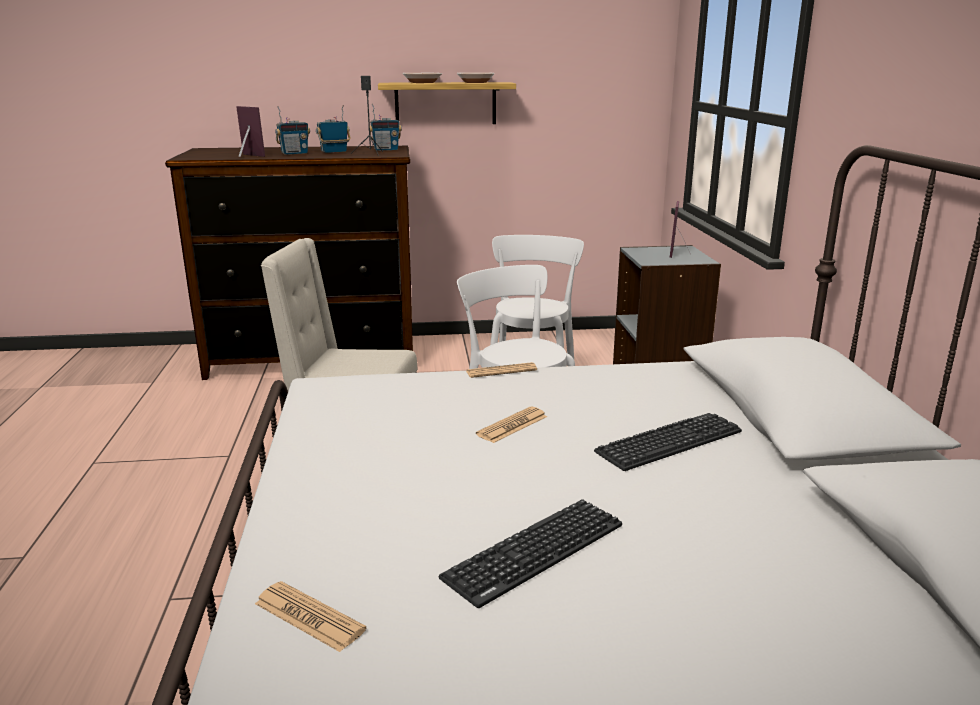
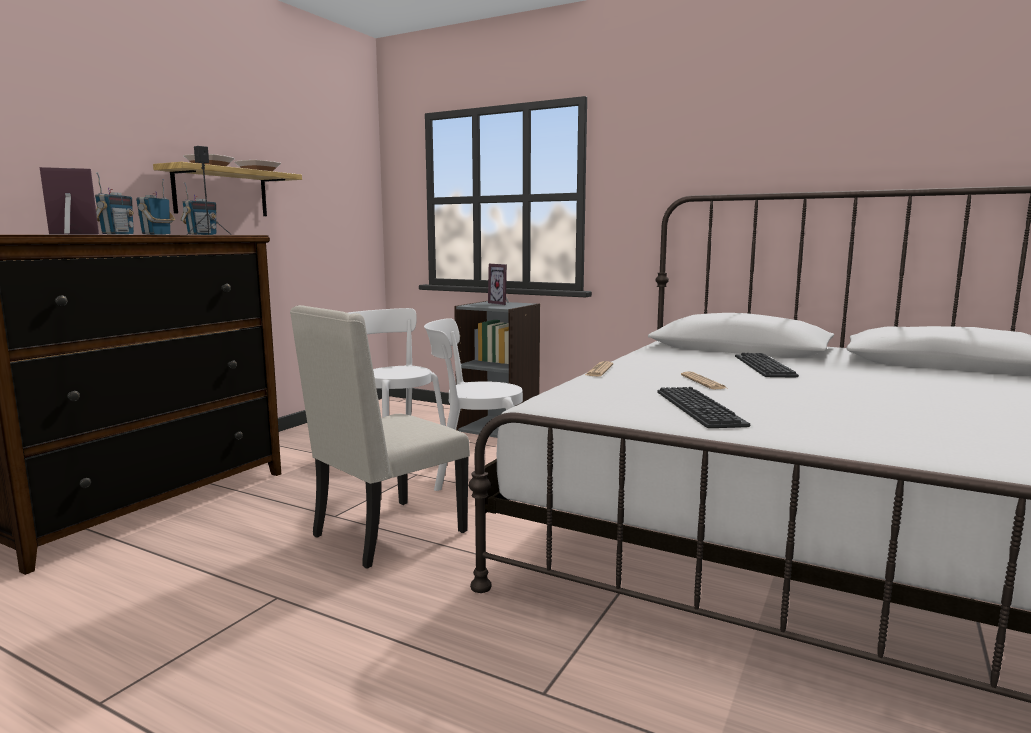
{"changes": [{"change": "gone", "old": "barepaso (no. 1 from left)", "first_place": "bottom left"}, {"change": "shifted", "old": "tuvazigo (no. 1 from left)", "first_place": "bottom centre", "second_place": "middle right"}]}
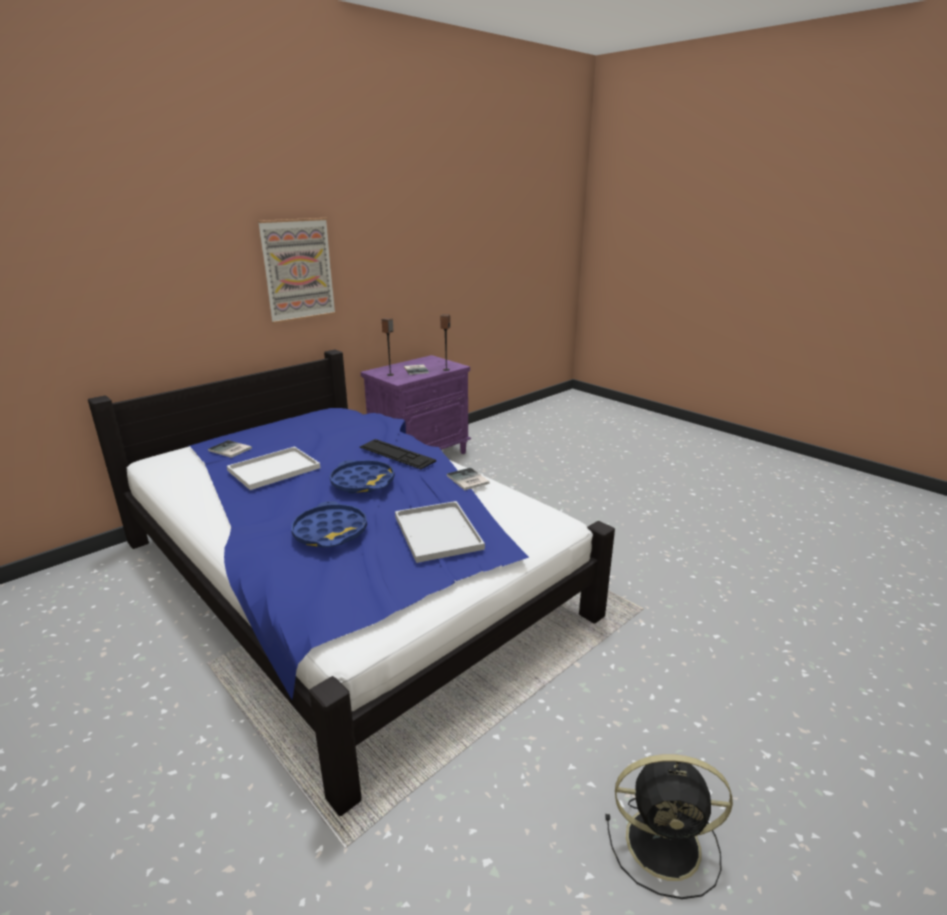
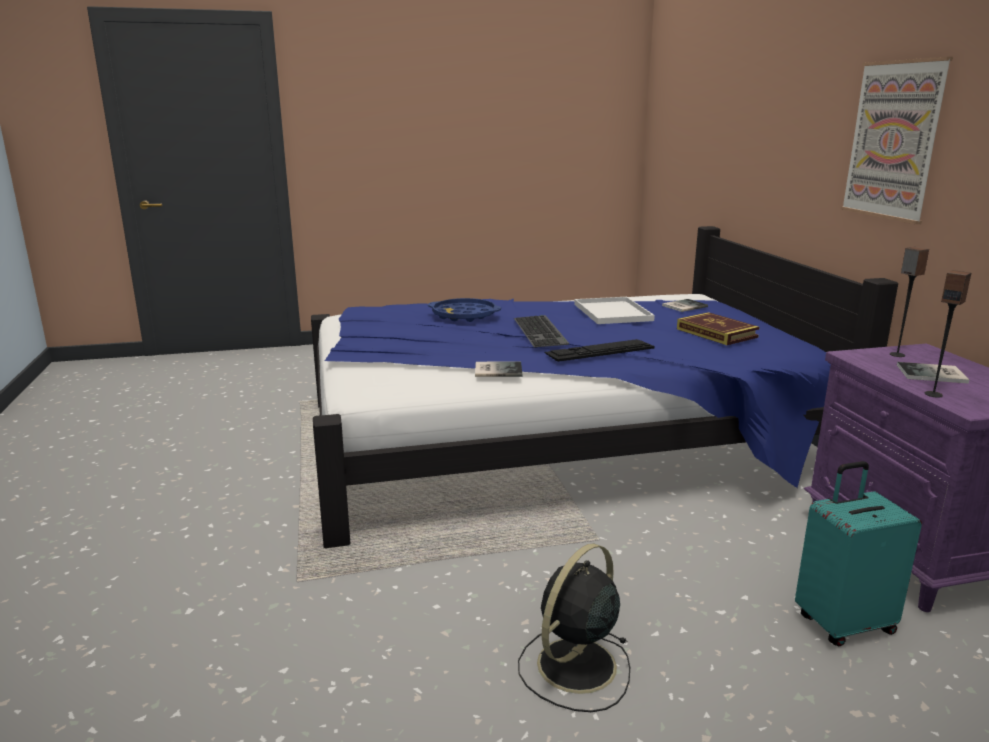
{"changes": [{"change": "swapped", "old": "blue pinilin (no. 2 from left)", "new": "tuvazigo (no. 1 from left)", "first_place": "centre", "second_place": "centre"}, {"change": "gone", "old": "white pinilin (no. 2 from left)", "first_place": "centre"}, {"change": "shifted", "old": "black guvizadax", "first_place": "bottom right", "second_place": "bottom centre"}, {"change": "new", "new": "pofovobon (no. 3 from left)", "second_place": "middle right"}, {"change": "new", "new": "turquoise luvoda", "second_place": "bottom right"}]}
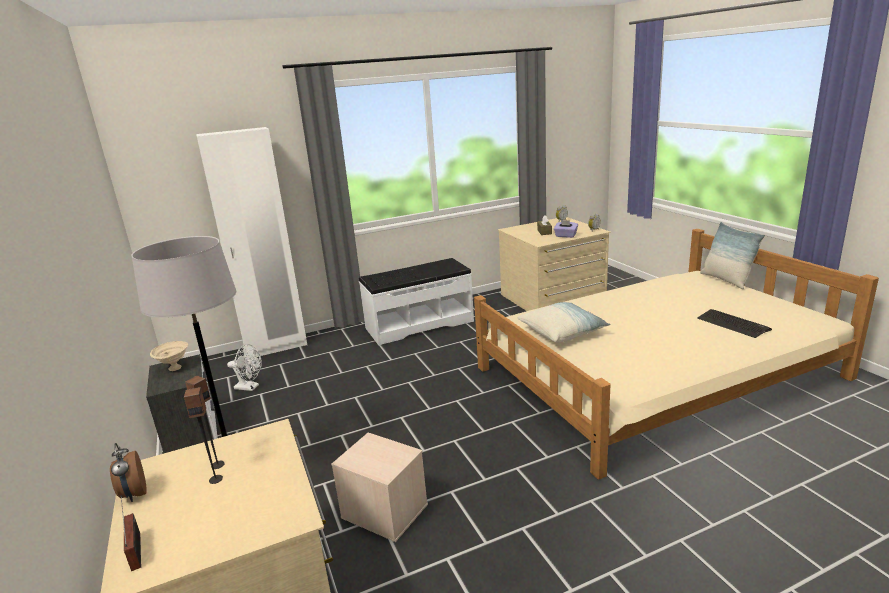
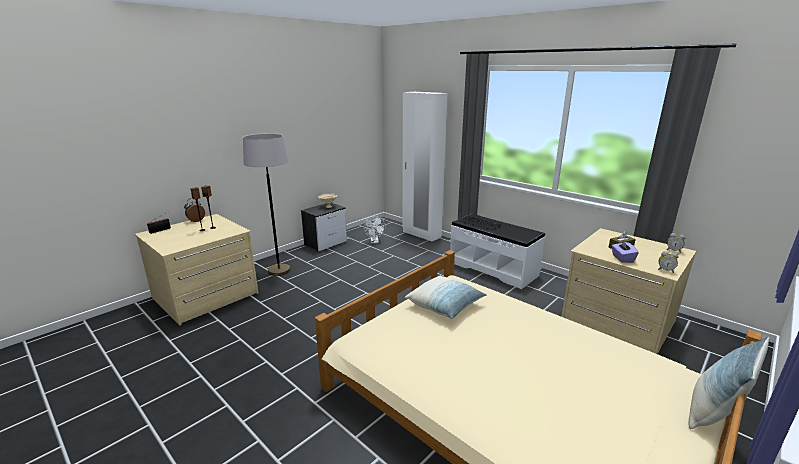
{"changes": [{"change": "gone", "old": "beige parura", "first_place": "bottom centre"}, {"change": "gone", "old": "tuvazigo (no. 2 from left)", "first_place": "middle right"}]}
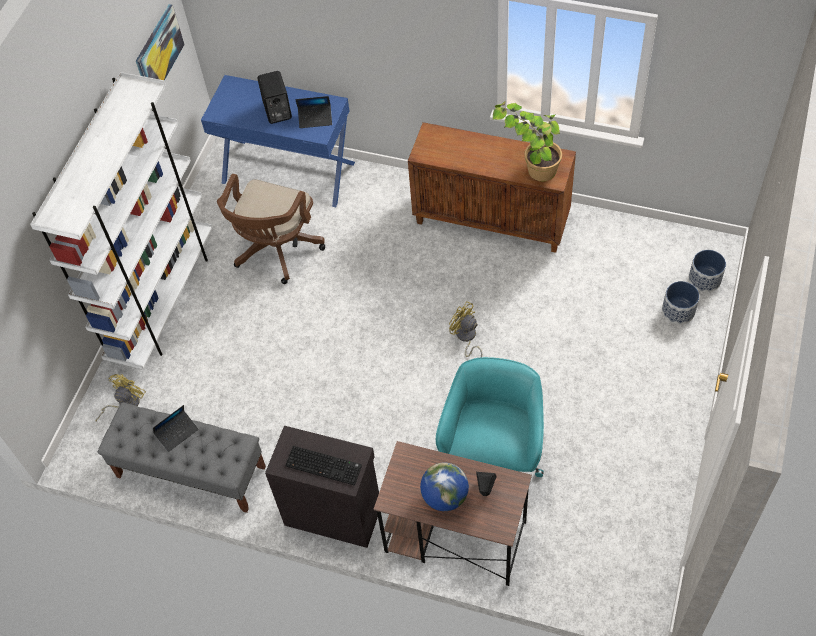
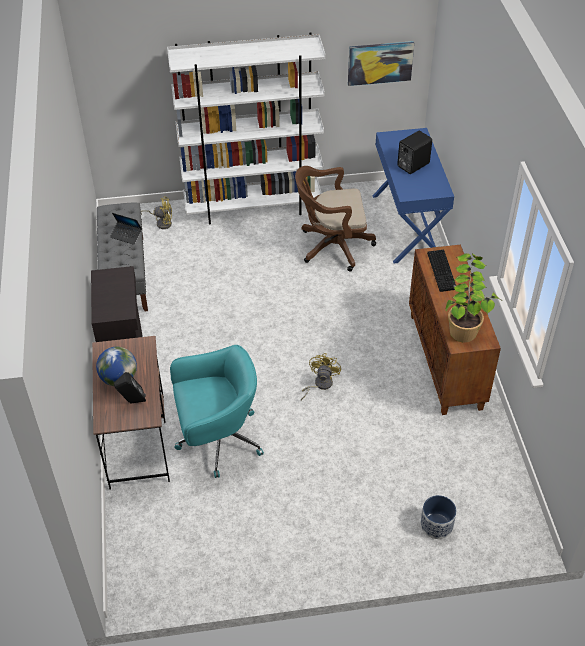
{"changes": [{"change": "shifted", "old": "tuvazigo", "first_place": "bottom centre", "second_place": "middle right"}, {"change": "gone", "old": "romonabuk (no. 2 from left)", "first_place": "top centre"}, {"change": "gone", "old": "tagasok (no. 2 from left)", "first_place": "middle right"}]}
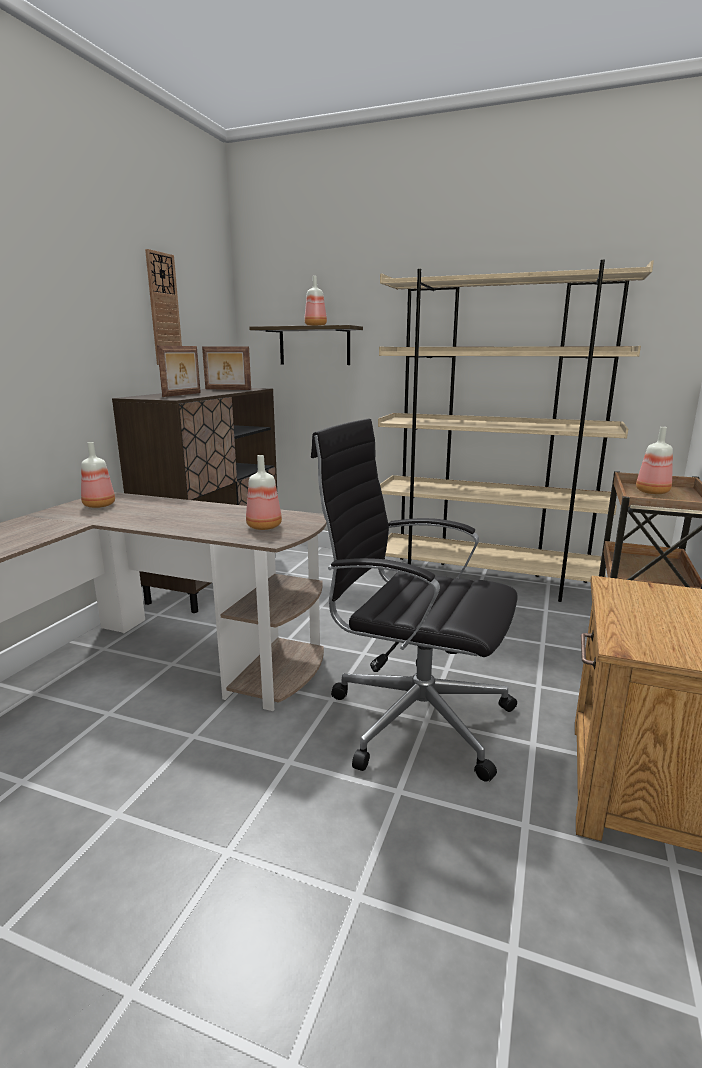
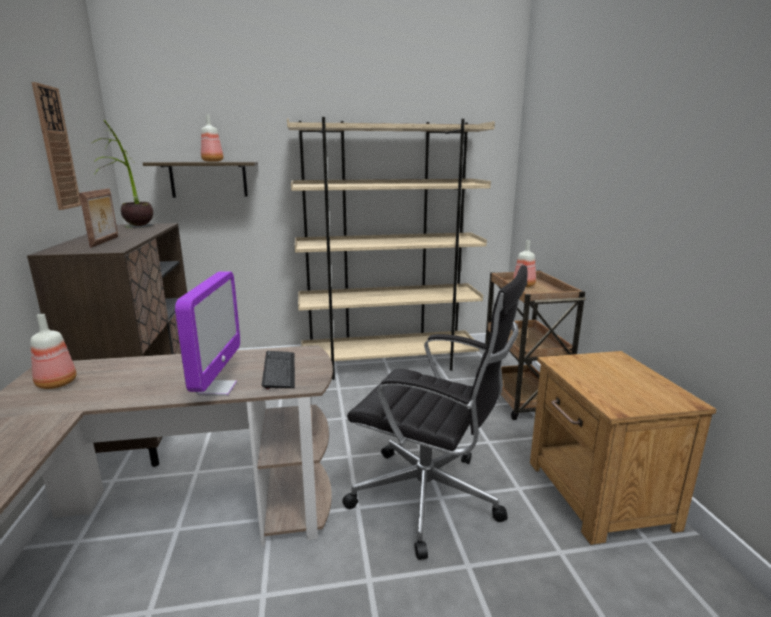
{"changes": [{"change": "swapped", "old": "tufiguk (no. 2 from left)", "new": "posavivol", "first_place": "middle left", "second_place": "top left"}, {"change": "swapped", "old": "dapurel (no. 2 from left)", "new": "tuvazigo", "first_place": "centre", "second_place": "centre"}, {"change": "rotated", "old": "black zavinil", "first_place": "centre", "second_place": "bottom centre", "degrees": -150}, {"change": "new", "new": "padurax", "second_place": "middle left"}]}
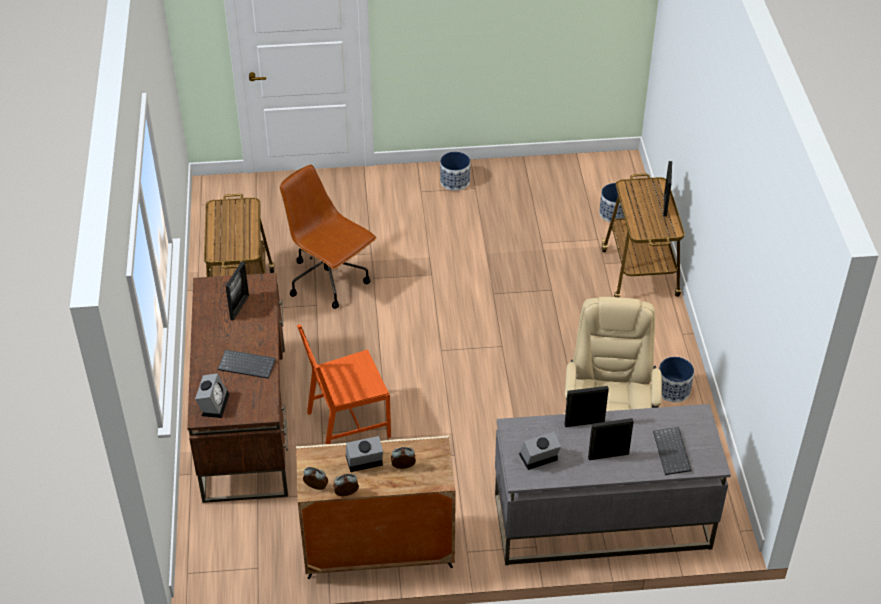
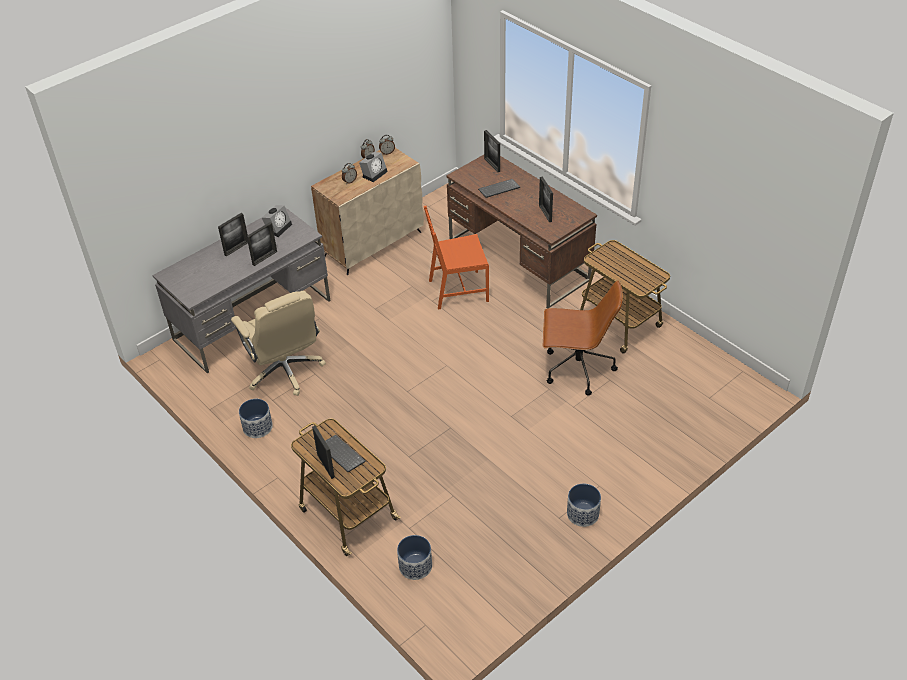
{"changes": [{"change": "swapped", "old": "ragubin (no. 1 from left)", "new": "tufiguk (no. 4 from left)", "first_place": "middle left", "second_place": "top centre"}, {"change": "rotated", "old": "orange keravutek", "first_place": "centre", "second_place": "centre", "degrees": -135}, {"change": "shifted", "old": "tuvazigo (no. 2 from left in the first image)", "new": "tuvazigo (no. 1 from left)", "first_place": "bottom right", "second_place": "centre"}]}
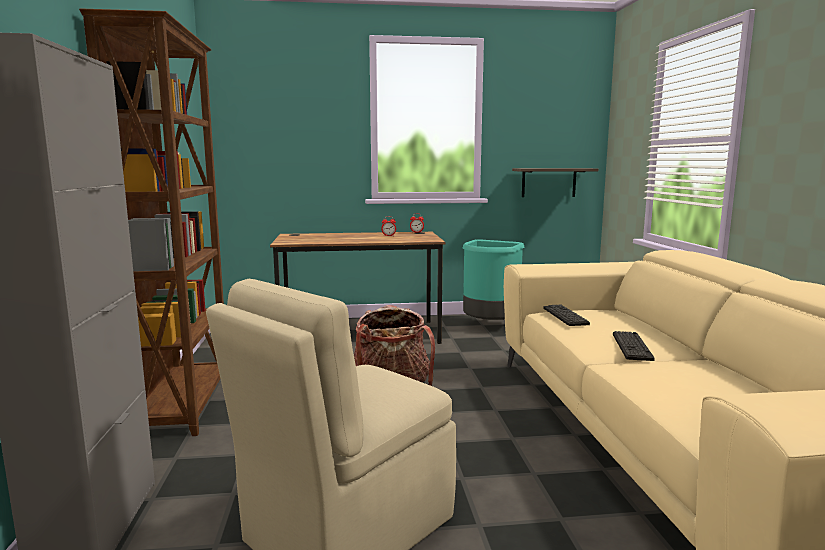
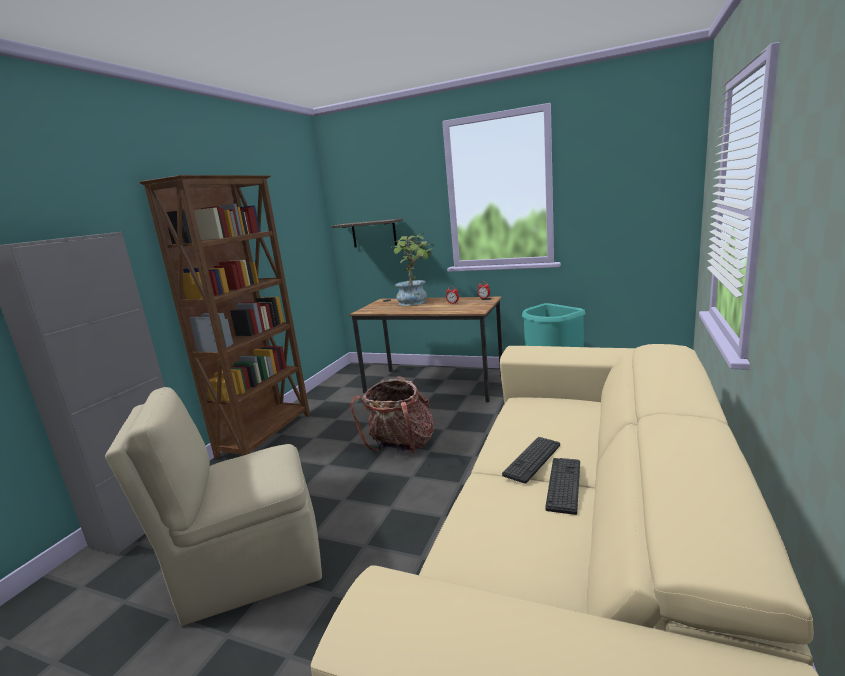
{"changes": [{"change": "shifted", "old": "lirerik", "first_place": "top right", "second_place": "centre"}, {"change": "shifted", "old": "tuvazigo (no. 1 from left in the first image)", "new": "tuvazigo (no. 2 from left)", "first_place": "middle right", "second_place": "bottom centre"}, {"change": "new", "new": "posavivol", "second_place": "centre"}]}
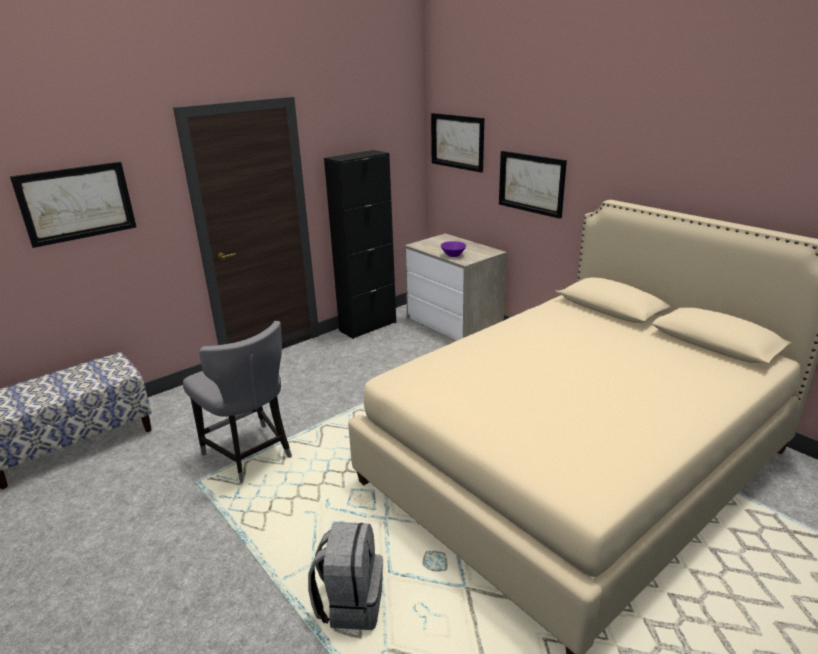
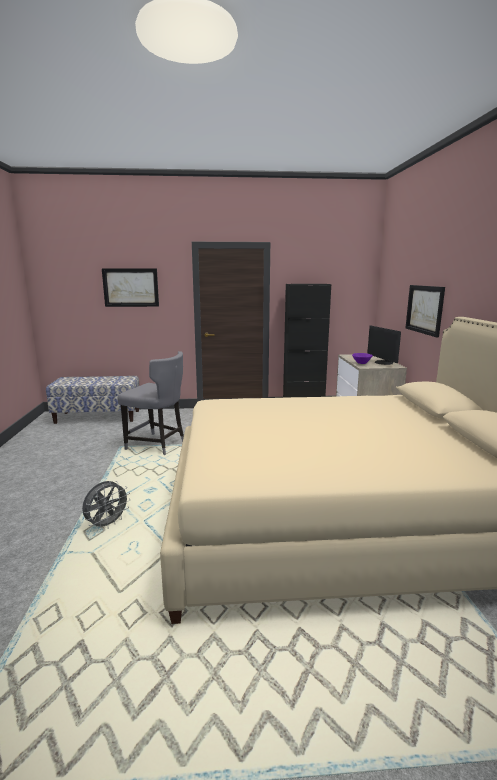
{"changes": [{"change": "rotated", "old": "grey keravutek", "first_place": "middle left", "second_place": "middle left", "degrees": -60}, {"change": "swapped", "old": "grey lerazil", "new": "grey guvizadax", "first_place": "bottom centre", "second_place": "middle left"}, {"change": "gone", "old": "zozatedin (no. 2 from left)", "first_place": "top centre"}, {"change": "new", "new": "padurax", "second_place": "middle right"}]}
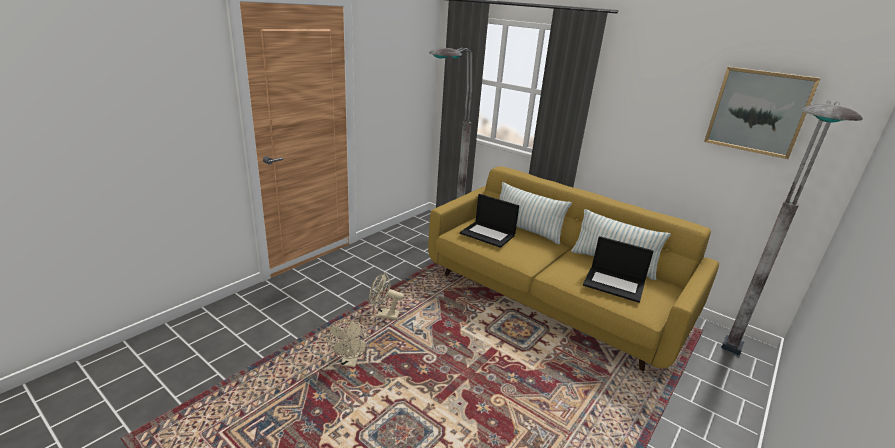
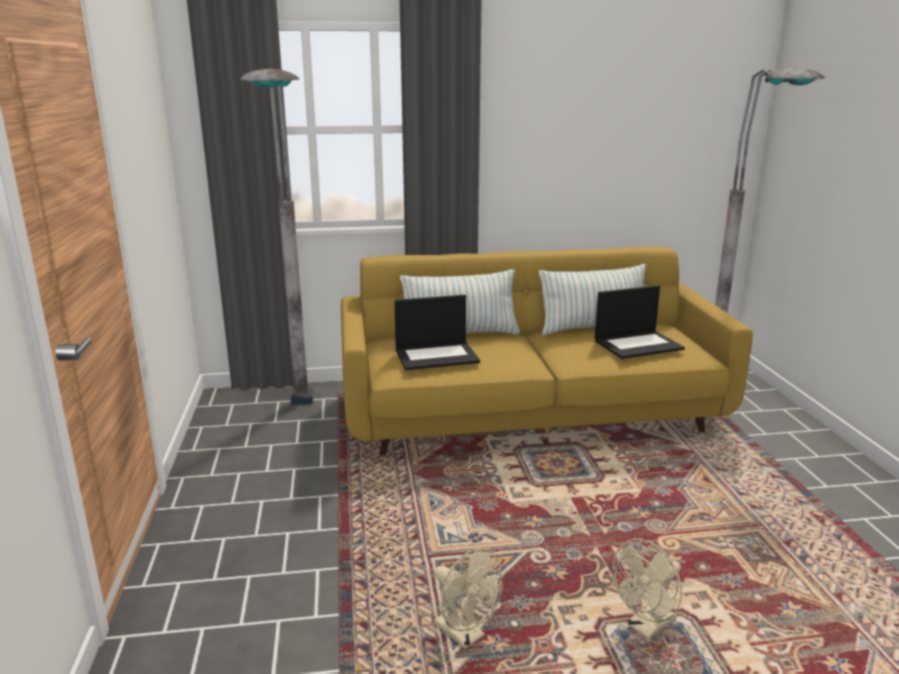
{"changes": [{"change": "shifted", "old": "beige guvizadax (no. 2 from left)", "first_place": "centre", "second_place": "bottom right"}, {"change": "gone", "old": "zozatedin", "first_place": "top right"}]}
